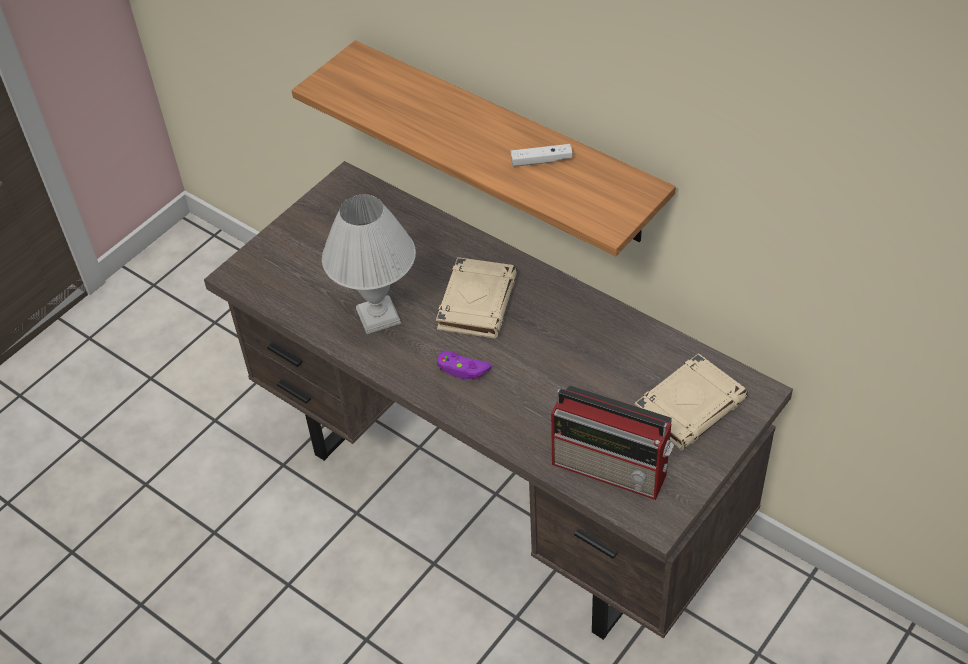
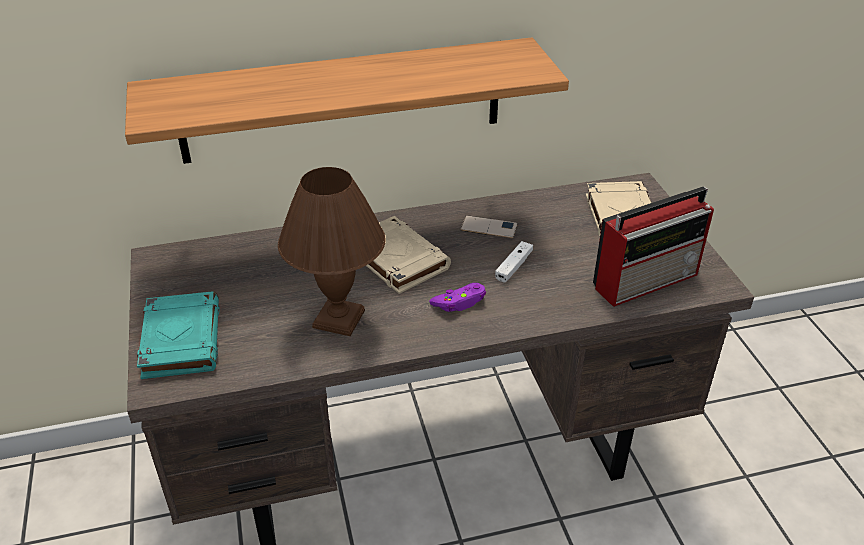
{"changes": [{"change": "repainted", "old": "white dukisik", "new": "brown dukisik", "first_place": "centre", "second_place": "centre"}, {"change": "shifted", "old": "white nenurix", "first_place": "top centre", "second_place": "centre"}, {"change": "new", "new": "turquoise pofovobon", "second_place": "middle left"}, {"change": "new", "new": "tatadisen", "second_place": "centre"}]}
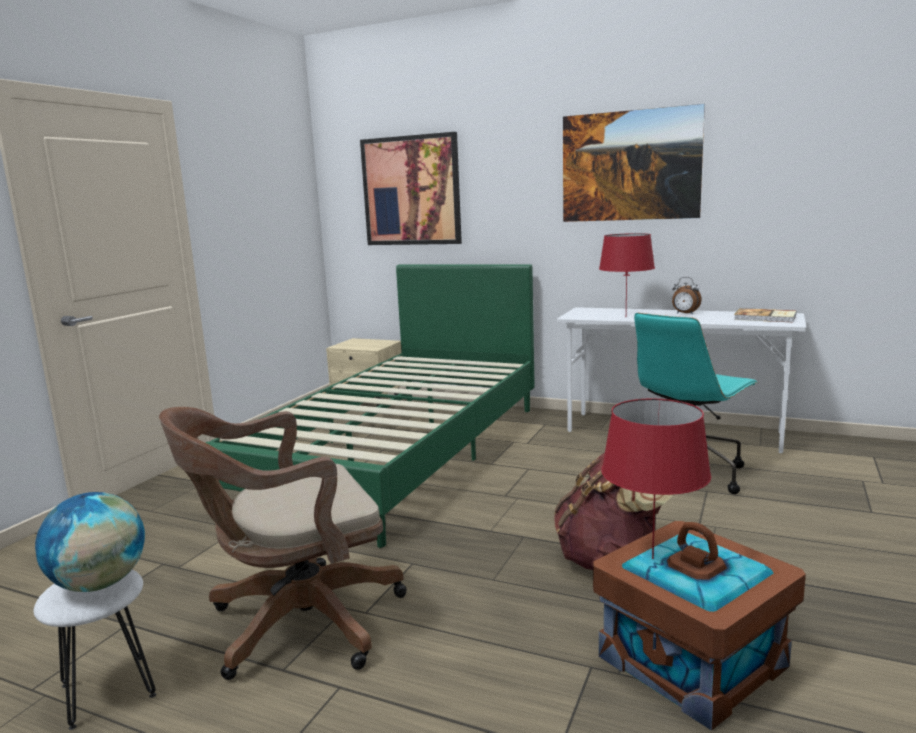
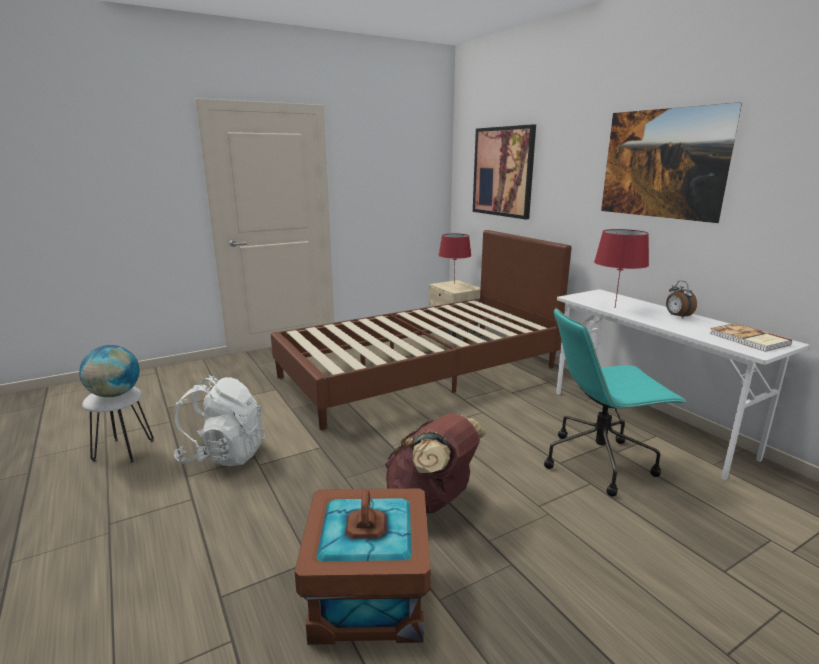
{"changes": [{"change": "swapped", "old": "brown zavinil", "new": "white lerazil", "first_place": "bottom left", "second_place": "middle left"}, {"change": "repainted", "old": "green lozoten", "new": "brown lozoten", "first_place": "centre", "second_place": "centre"}, {"change": "shifted", "old": "red dukisik (no. 2 from left in the first image)", "new": "red dukisik (no. 1 from left)", "first_place": "middle right", "second_place": "centre"}]}
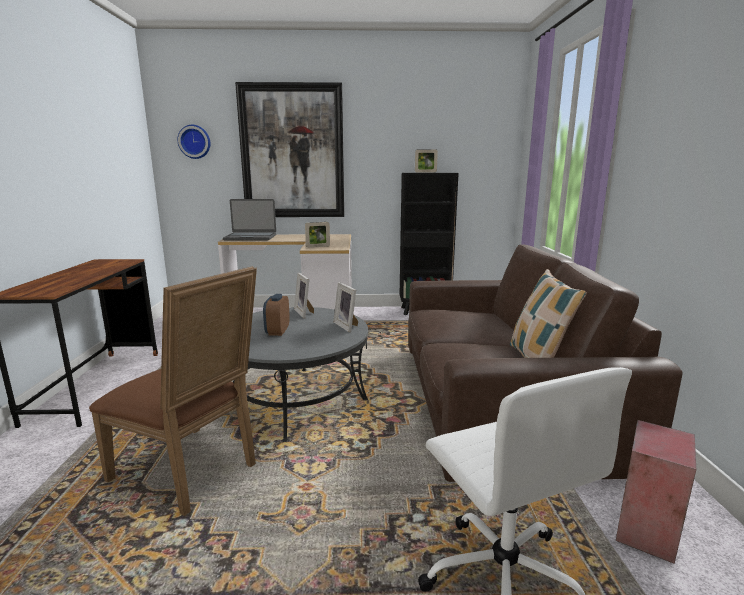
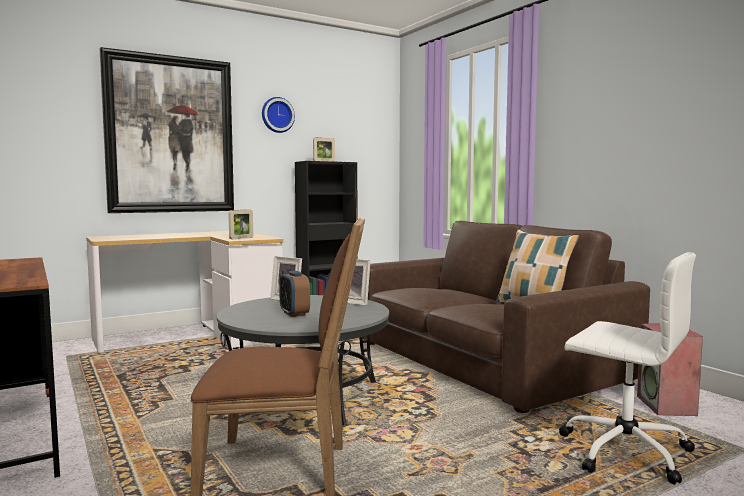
{"changes": [{"change": "shifted", "old": "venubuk", "first_place": "top left", "second_place": "top centre"}, {"change": "gone", "old": "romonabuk", "first_place": "centre"}]}
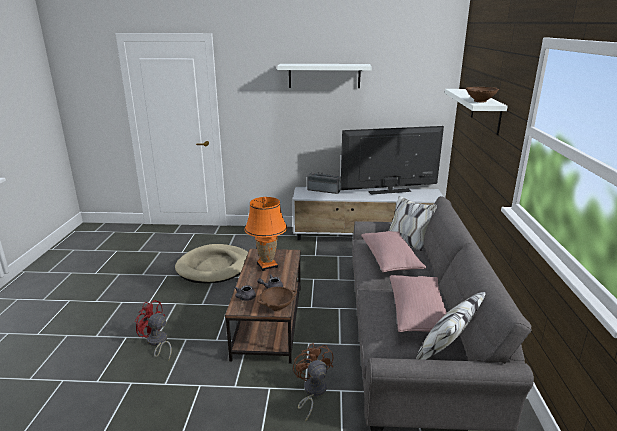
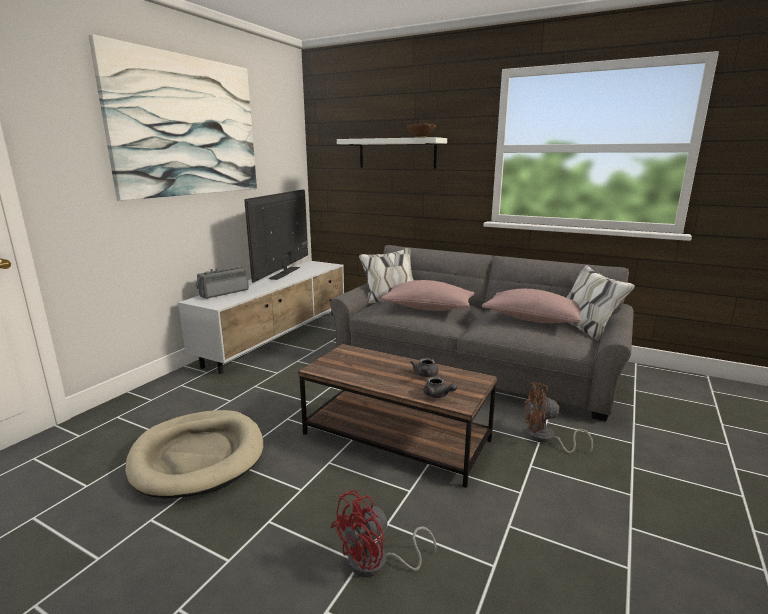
{"changes": [{"change": "gone", "old": "orange dukisik", "first_place": "centre"}, {"change": "gone", "old": "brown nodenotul (no. 1 from left)", "first_place": "bottom centre"}, {"change": "swapped", "old": "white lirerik (no. 1 from left)", "new": "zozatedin", "first_place": "top centre", "second_place": "top left"}]}
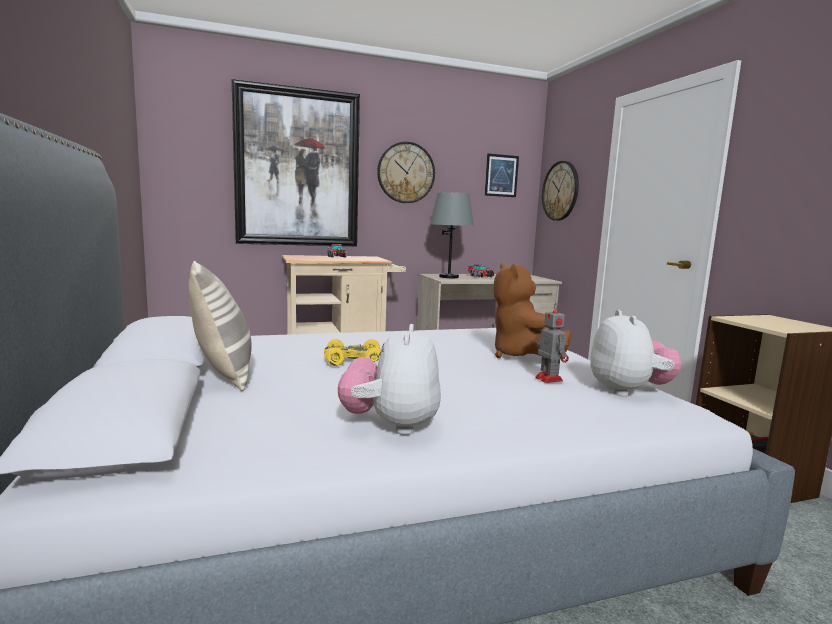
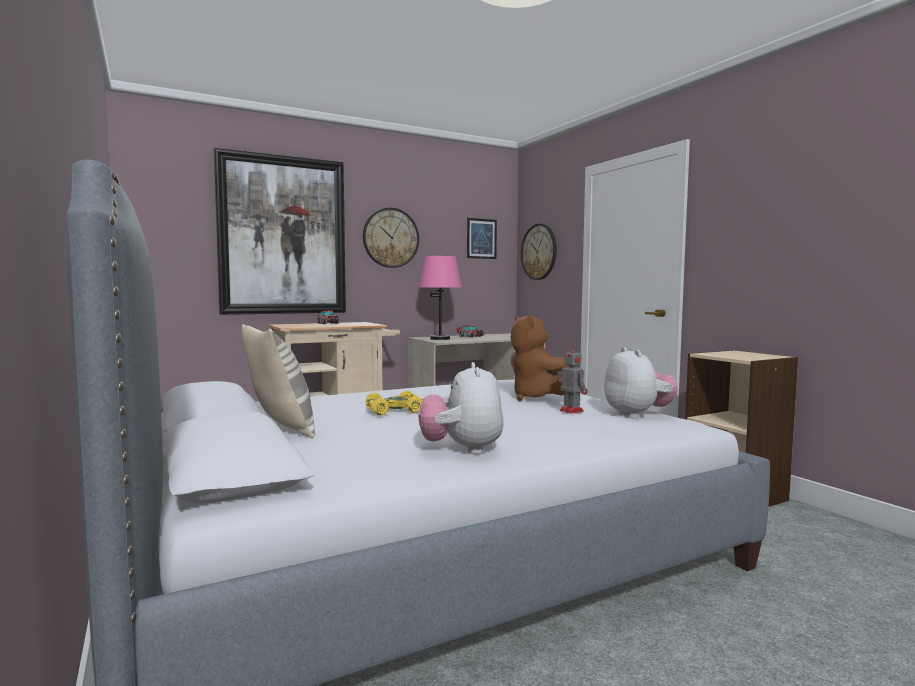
{"changes": [{"change": "repainted", "old": "grey dukisik", "new": "pink dukisik", "first_place": "centre", "second_place": "centre"}]}
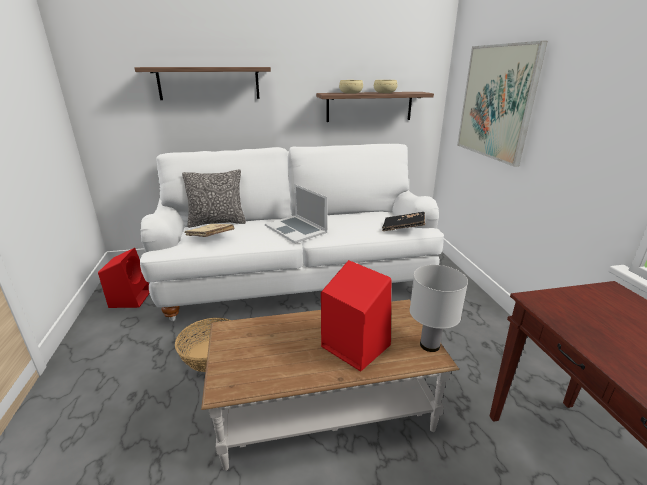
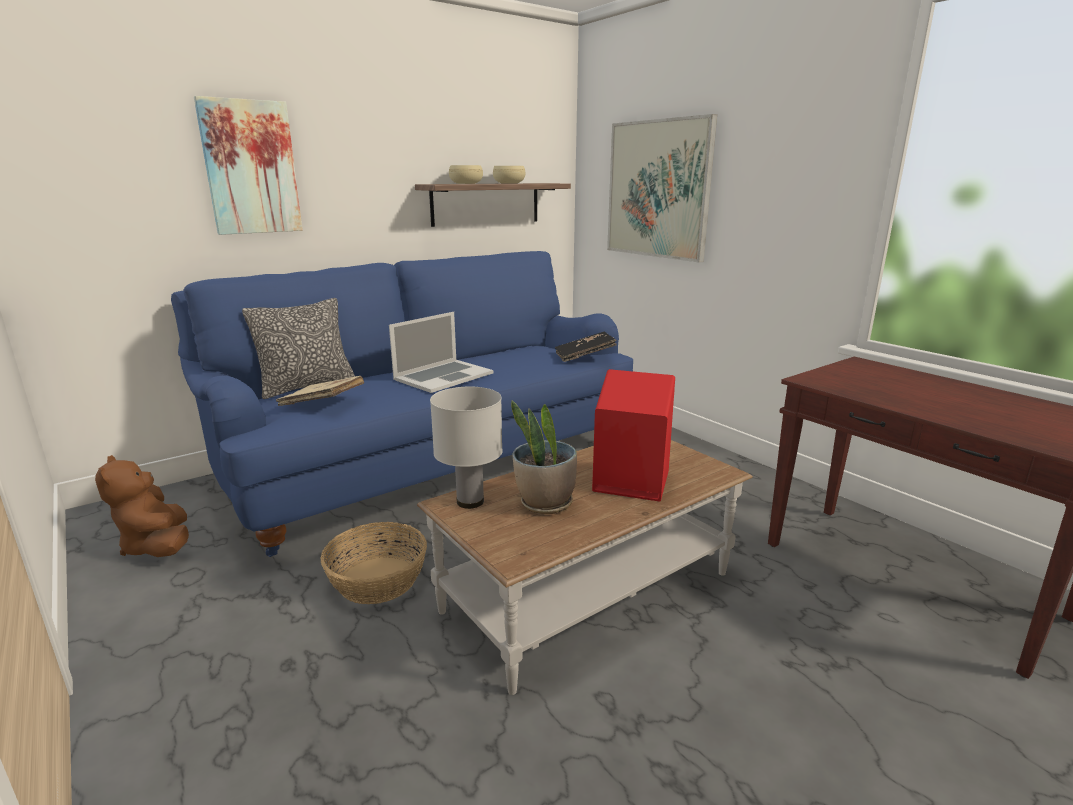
{"changes": [{"change": "swapped", "old": "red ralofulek (no. 1 from left)", "new": "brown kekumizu", "first_place": "middle left", "second_place": "middle left"}, {"change": "swapped", "old": "lirerik (no. 1 from left)", "new": "zozatedin (no. 1 from left)", "first_place": "top left", "second_place": "top left"}, {"change": "repainted", "old": "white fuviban", "new": "blue fuviban", "first_place": "centre", "second_place": "centre"}, {"change": "rotated", "old": "romonabuk", "first_place": "centre", "second_place": "centre", "degrees": -75}, {"change": "shifted", "old": "white dukisik", "first_place": "middle right", "second_place": "centre"}, {"change": "new", "new": "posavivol", "second_place": "centre"}]}
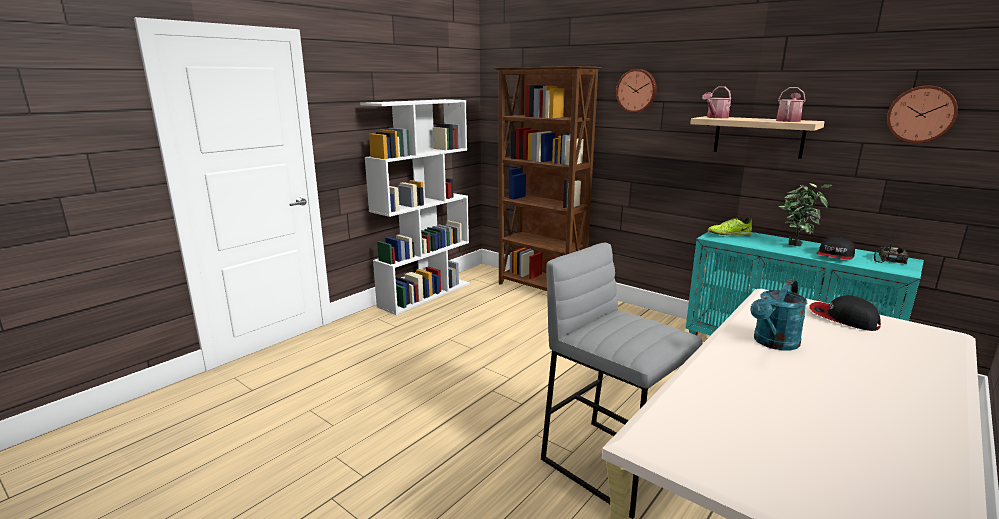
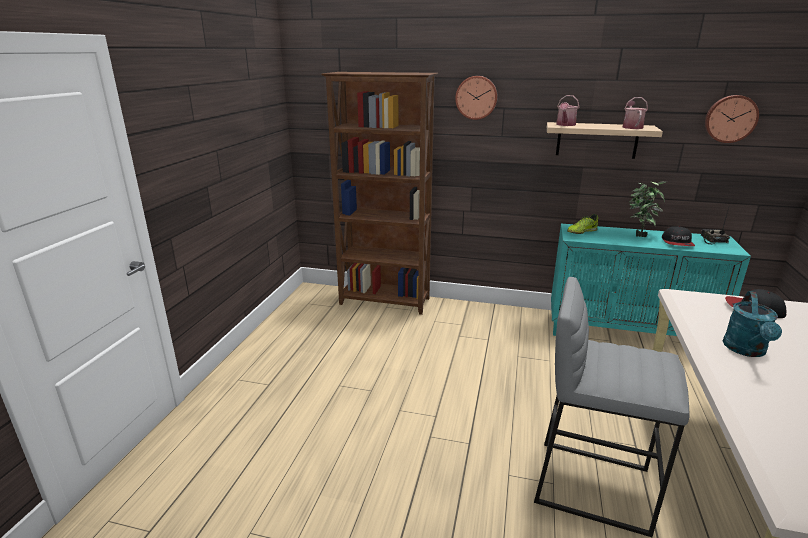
{"changes": [{"change": "gone", "old": "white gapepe", "first_place": "centre"}]}
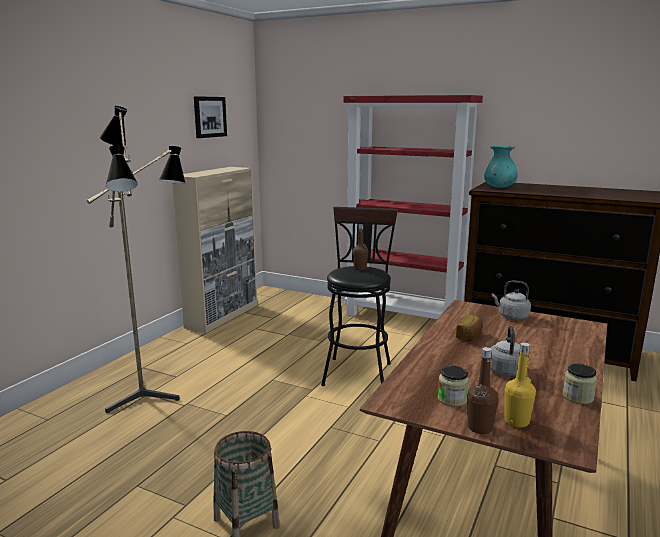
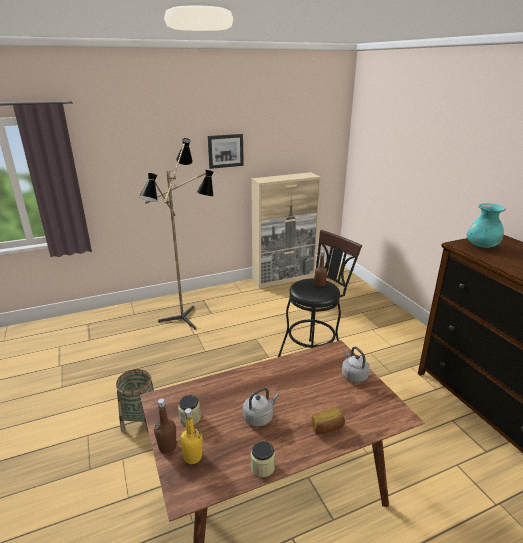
{"changes": [{"change": "shifted", "old": "zozatedin", "first_place": "top left", "second_place": "top centre"}, {"change": "gone", "old": "red gapepe", "first_place": "centre"}, {"change": "shifted", "old": "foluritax", "first_place": "middle right", "second_place": "bottom centre"}]}
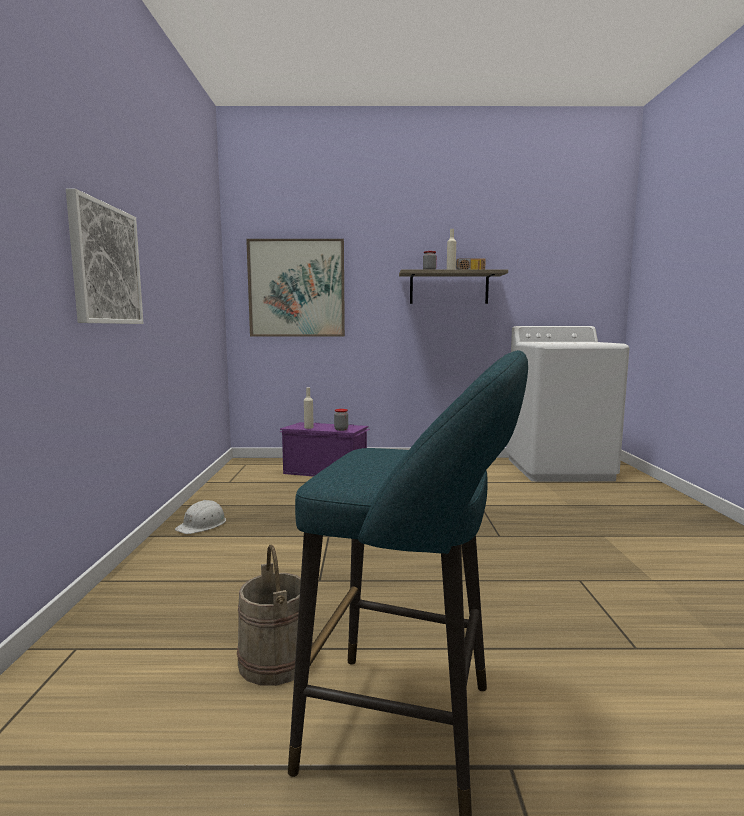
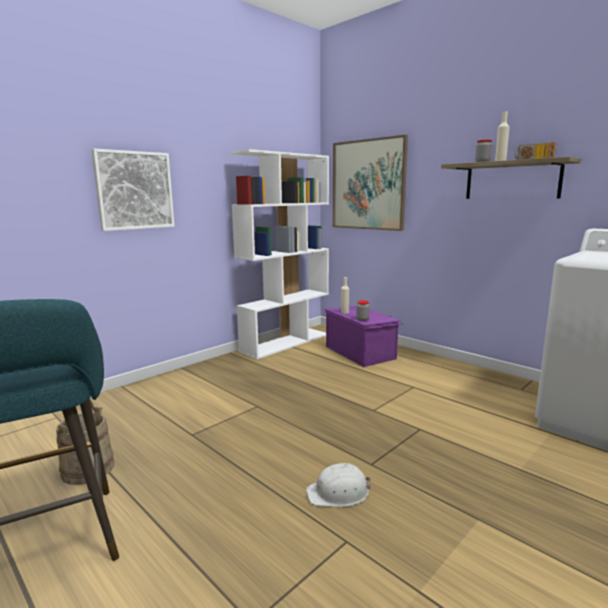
{"changes": [{"change": "shifted", "old": "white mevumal", "first_place": "middle left", "second_place": "bottom centre"}, {"change": "new", "new": "white gapepe", "second_place": "centre"}]}
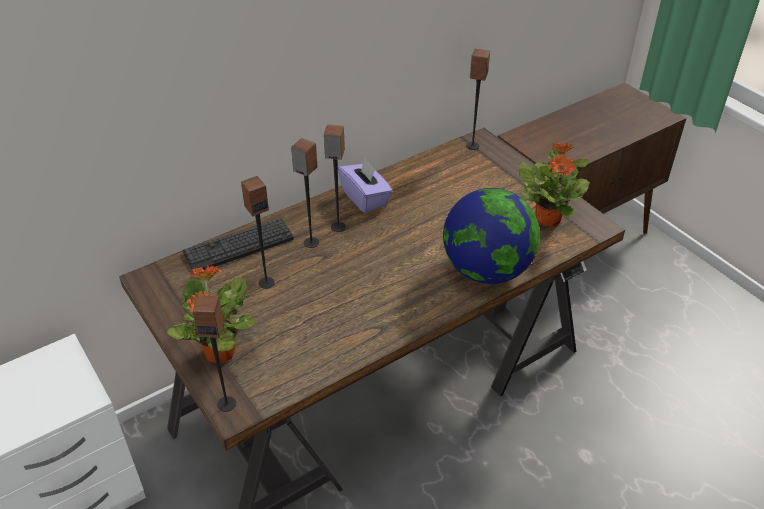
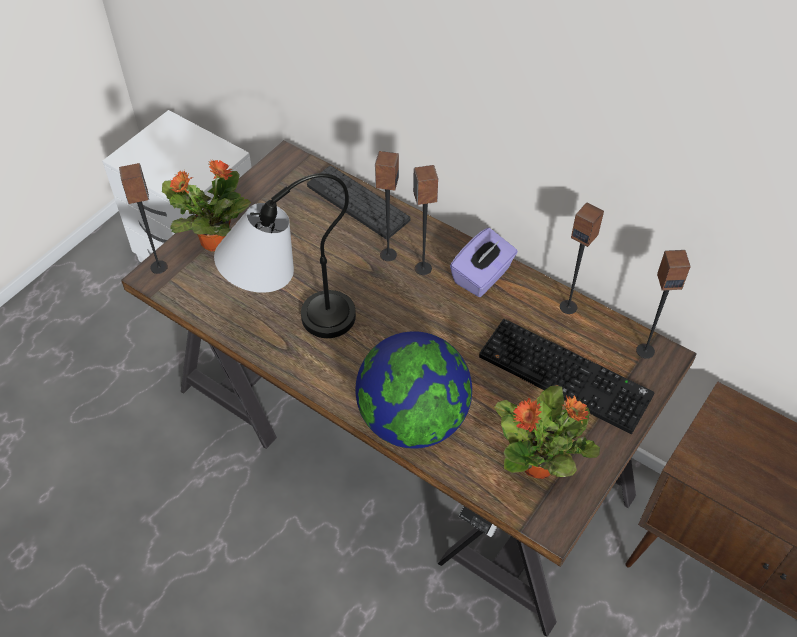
{"changes": [{"change": "shifted", "old": "ralofulek (no. 2 from left in the first image)", "new": "ralofulek (no. 4 from left)", "first_place": "centre", "second_place": "middle right"}, {"change": "new", "new": "dukisik", "second_place": "centre"}, {"change": "new", "new": "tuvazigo (no. 2 from left)", "second_place": "middle right"}]}
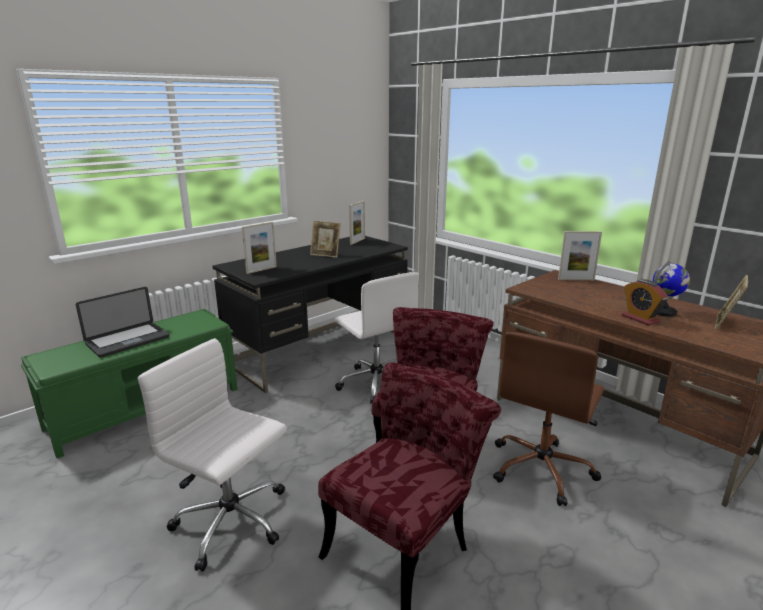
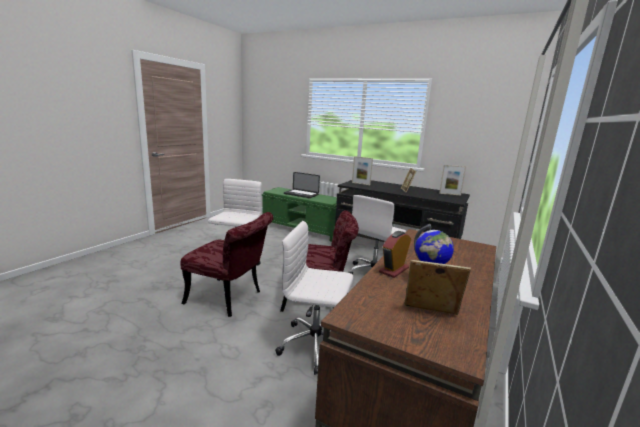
{"changes": [{"change": "repainted", "old": "brown zavinil", "new": "white zavinil (no. 2 from left)", "first_place": "bottom right", "second_place": "bottom centre"}, {"change": "gone", "old": "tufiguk (no. 4 from left)", "first_place": "middle right"}]}
